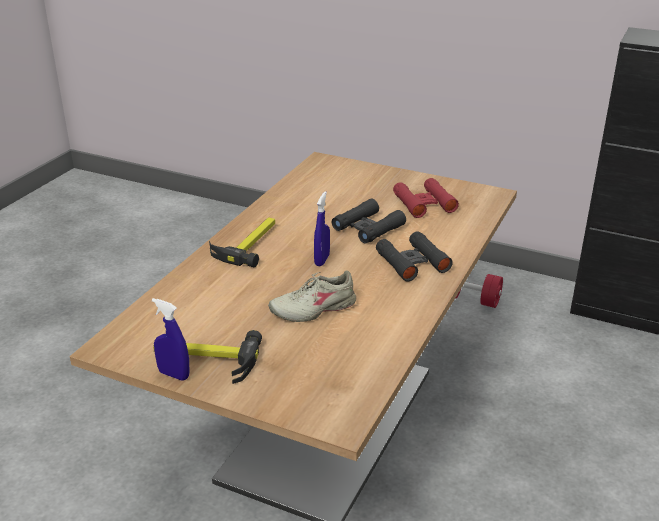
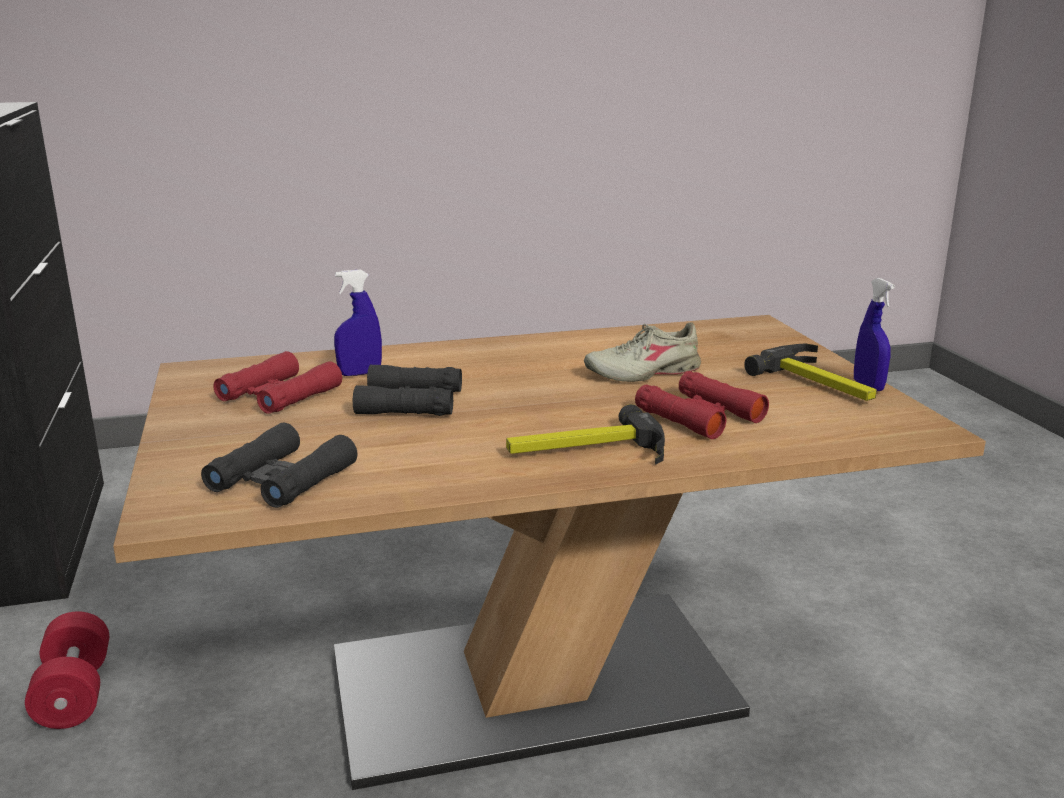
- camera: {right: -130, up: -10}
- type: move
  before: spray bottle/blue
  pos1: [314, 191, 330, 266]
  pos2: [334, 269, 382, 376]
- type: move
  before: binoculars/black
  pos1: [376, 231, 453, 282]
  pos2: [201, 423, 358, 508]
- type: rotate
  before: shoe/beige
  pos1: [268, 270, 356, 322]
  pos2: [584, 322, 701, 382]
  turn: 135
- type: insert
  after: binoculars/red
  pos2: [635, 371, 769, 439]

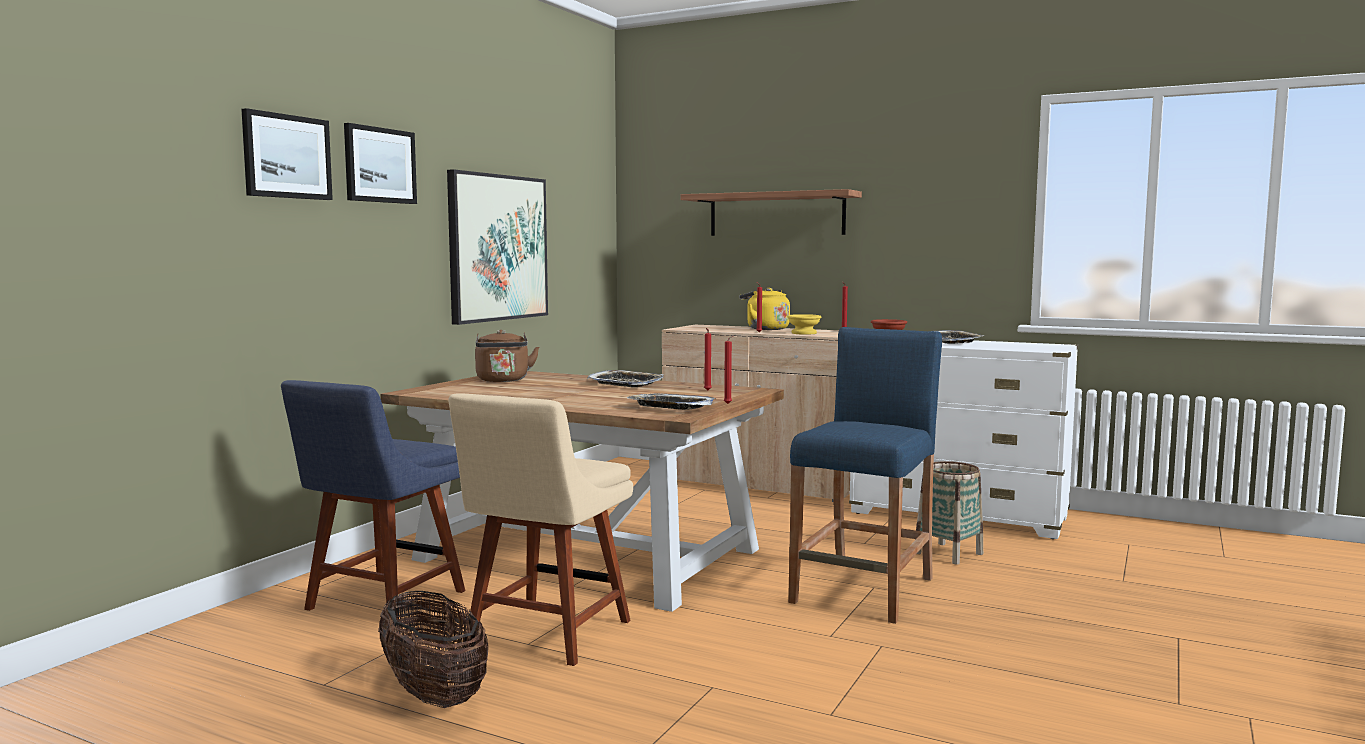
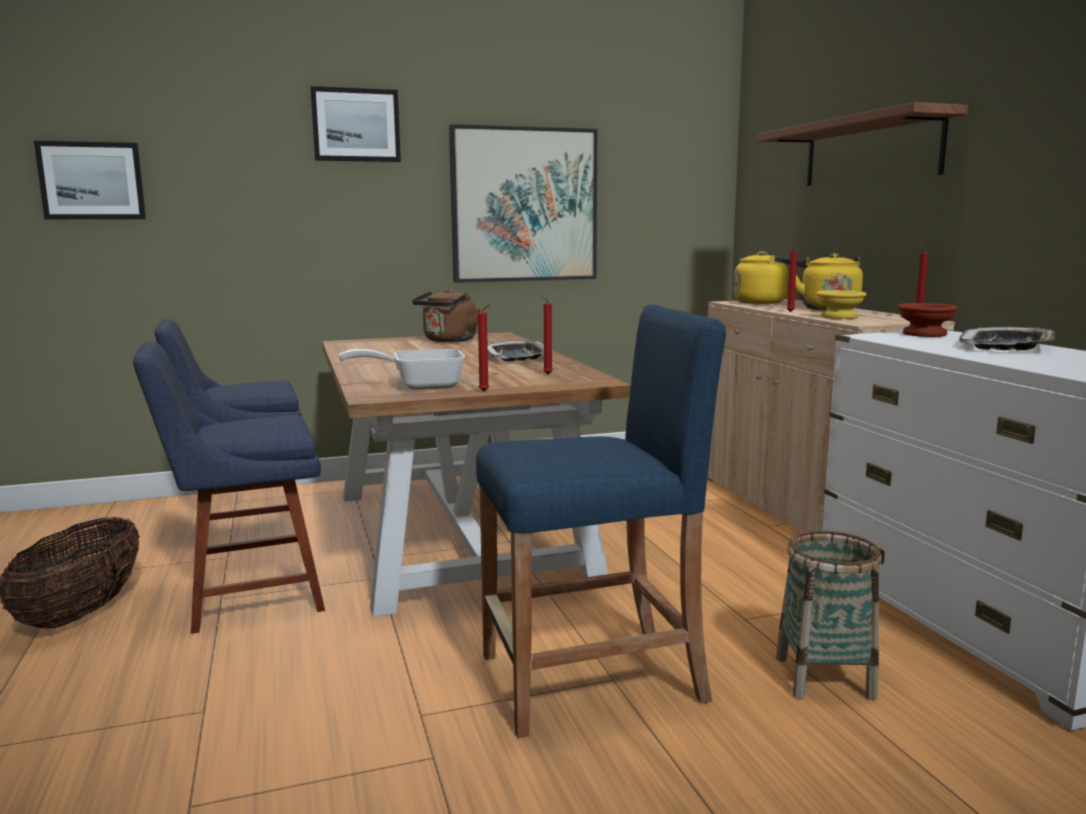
- camera: {right: 45, up: 5}
- type: move
  before: picture
  pos1: [241, 108, 333, 200]
  pos2: [34, 141, 146, 219]
- type: recolor
  before: chair/beige
  after: chair/blue
  pos1: [448, 393, 633, 666]
  pos2: [133, 341, 325, 634]
- type: replace
  before: tray
  after: frying pan
  pos1: [627, 393, 715, 410]
  pos2: [338, 349, 465, 390]
- type: insert
  after: kettle/yellow
  pos2: [734, 251, 798, 304]

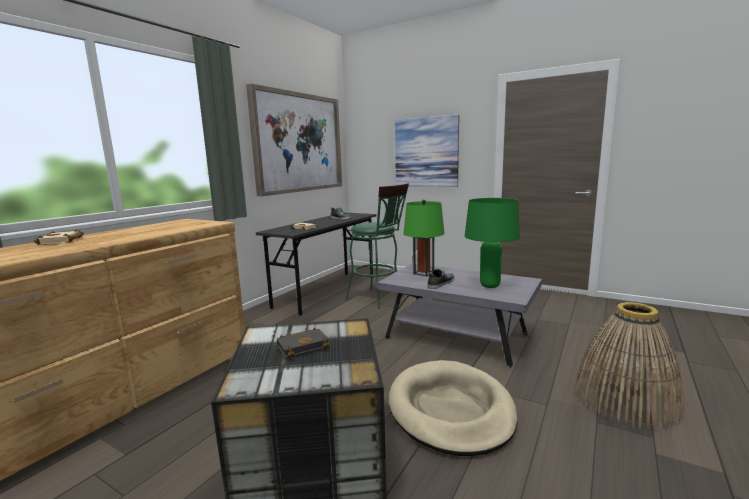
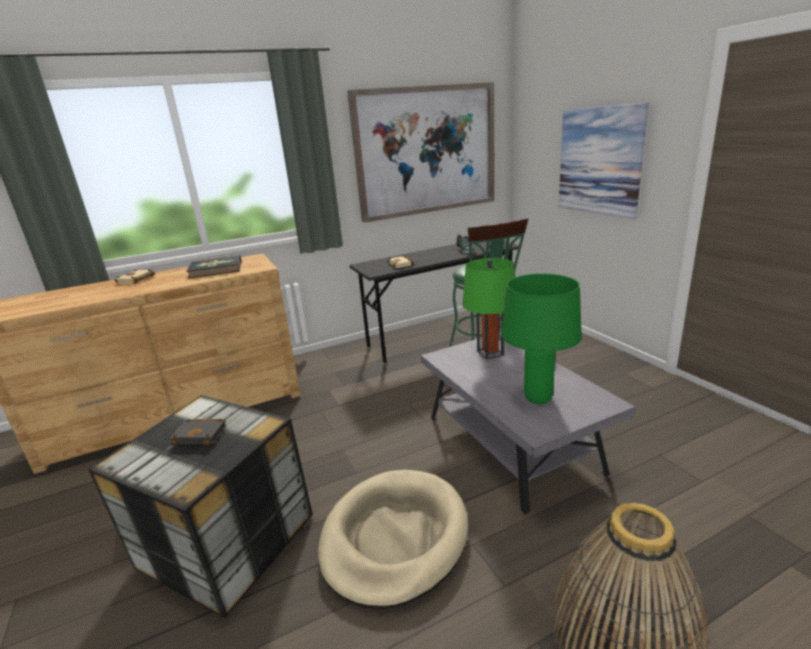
- camera: {right: 35, up: 10}
- type: delete
  before: shoe
  pos1: [428, 269, 455, 289]
- type: insert
  after: book
  pos2: [186, 255, 242, 278]

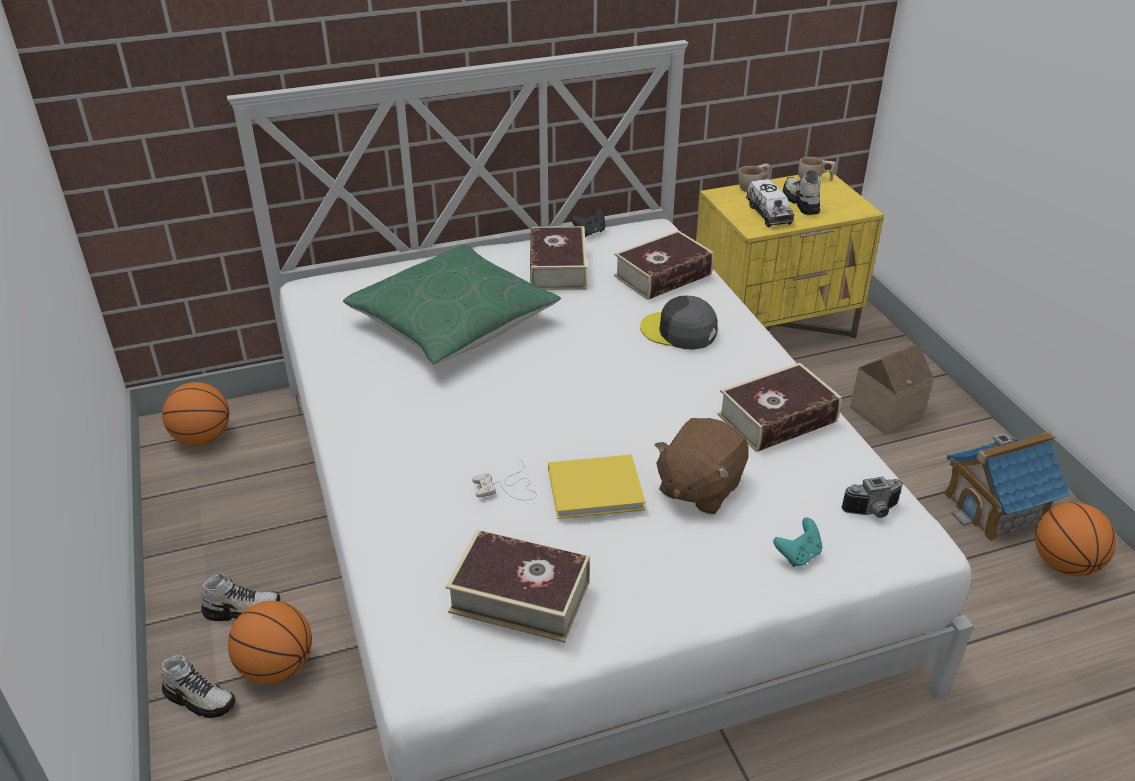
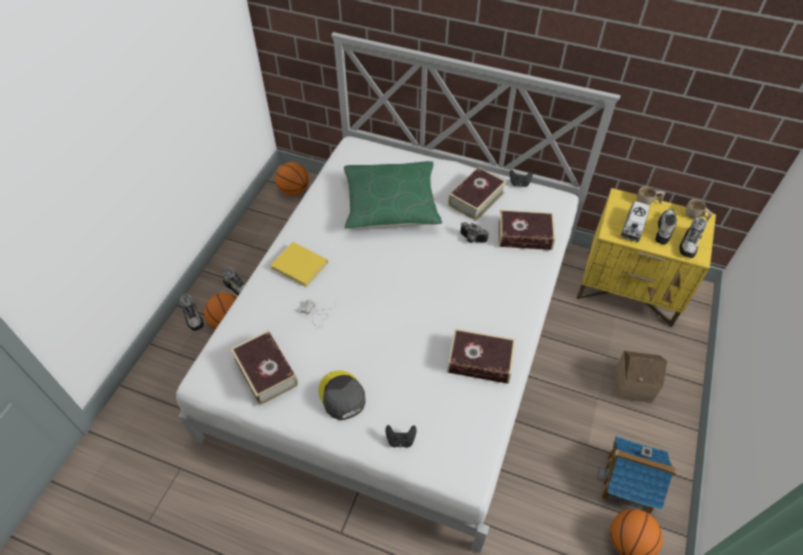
- camera: {right: 40, up: 15}
- type: move
  before: cap/grey
  pos1: [640, 295, 718, 350]
  pos2: [318, 370, 366, 420]
- type: delete
  before: plush toy/brown
  pos1: [655, 418, 749, 514]
- type: move
  before: book/yellow
  pos1: [548, 455, 646, 519]
  pos2: [270, 242, 328, 287]
- type: move
  before: photo camera
  pos1: [842, 477, 903, 518]
  pos2: [460, 222, 489, 243]
- type: recolor
  before: game controller/turquoise
  after: game controller/black
  pos1: [773, 518, 822, 567]
  pos2: [386, 425, 417, 448]
- type: insert
  after: shoe
  pos2: [679, 217, 707, 258]

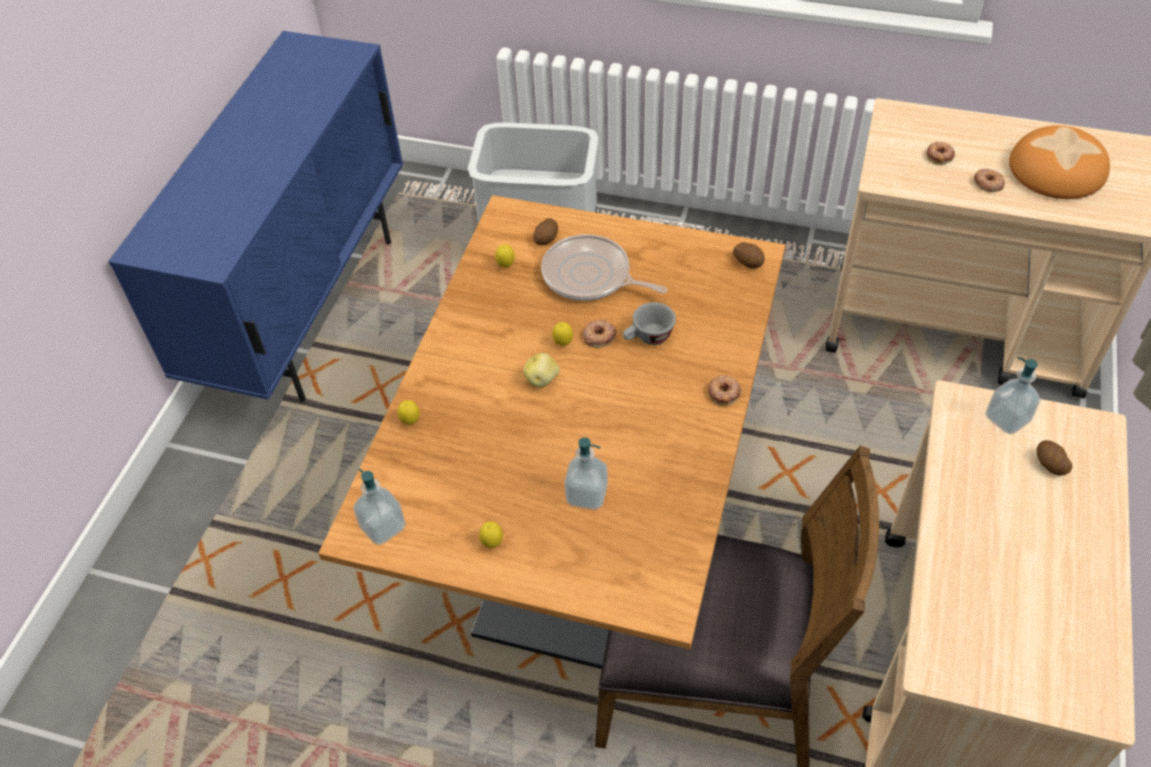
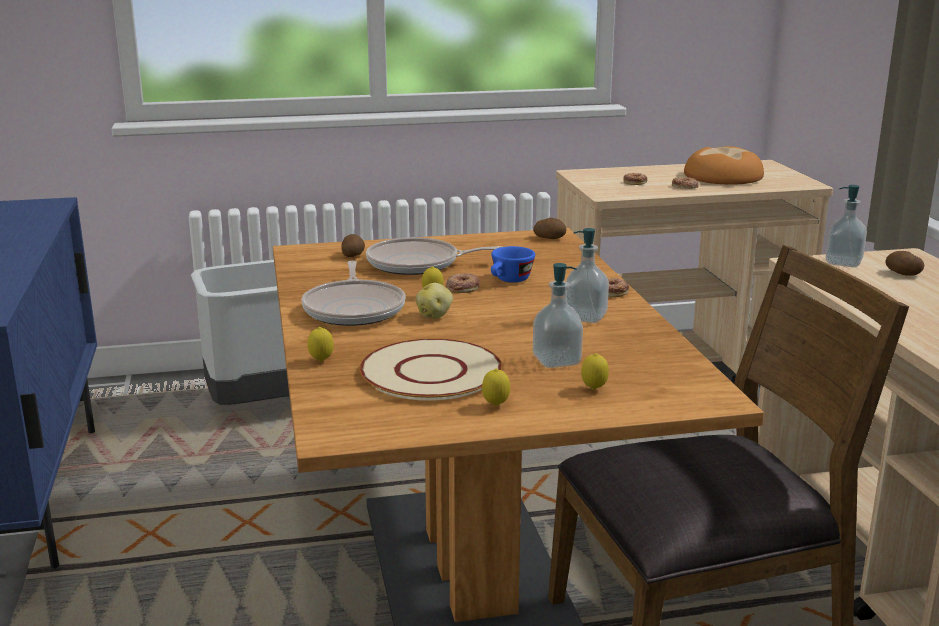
- camera: {right: -30, up: -30}
- type: move
  before: lemon
  pos1: [495, 244, 515, 267]
  pos2: [581, 353, 609, 390]
- type: recolor
  before: cup/grey
  after: cup/blue
  pos1: [623, 302, 676, 345]
  pos2: [491, 246, 535, 283]
- type: move
  before: soap dispenser
  pos1: [353, 468, 406, 545]
  pos2: [566, 228, 609, 323]
- type: insert
  after: frying pan
  pos2: [301, 261, 406, 326]
- type: insert
  after: plate/beige
  pos2: [359, 339, 502, 401]

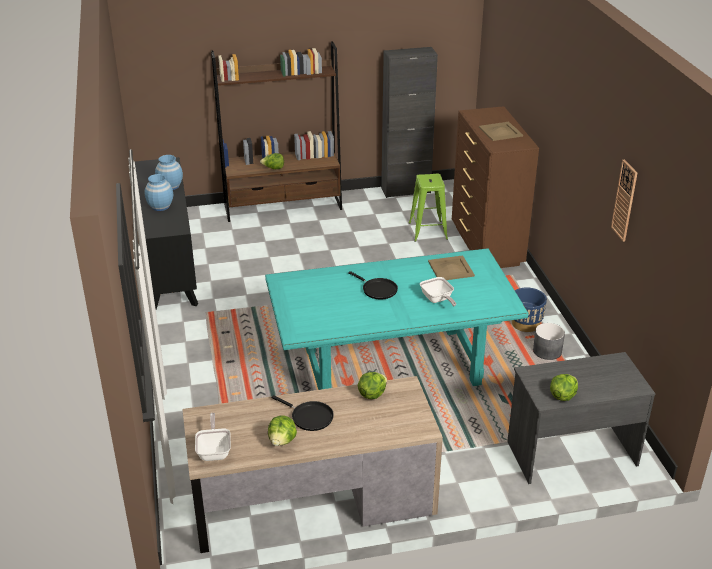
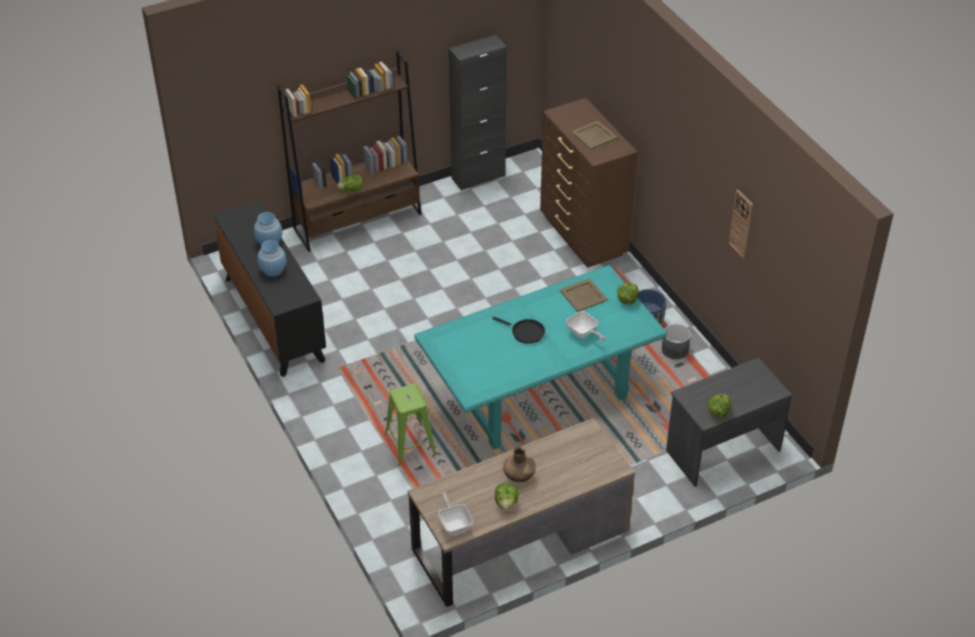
- camera: {right: -15, up: 10}
- type: move
  before: stool/green
  pos1: [409, 174, 448, 242]
  pos2: [384, 384, 437, 466]
- type: move
  before: lettuce
  pos1: [358, 372, 387, 399]
  pos2: [617, 283, 639, 305]
- type: replace
  before: frying pan/black
  after: vase/brown
  pos1: [272, 395, 334, 431]
  pos2: [503, 446, 536, 482]

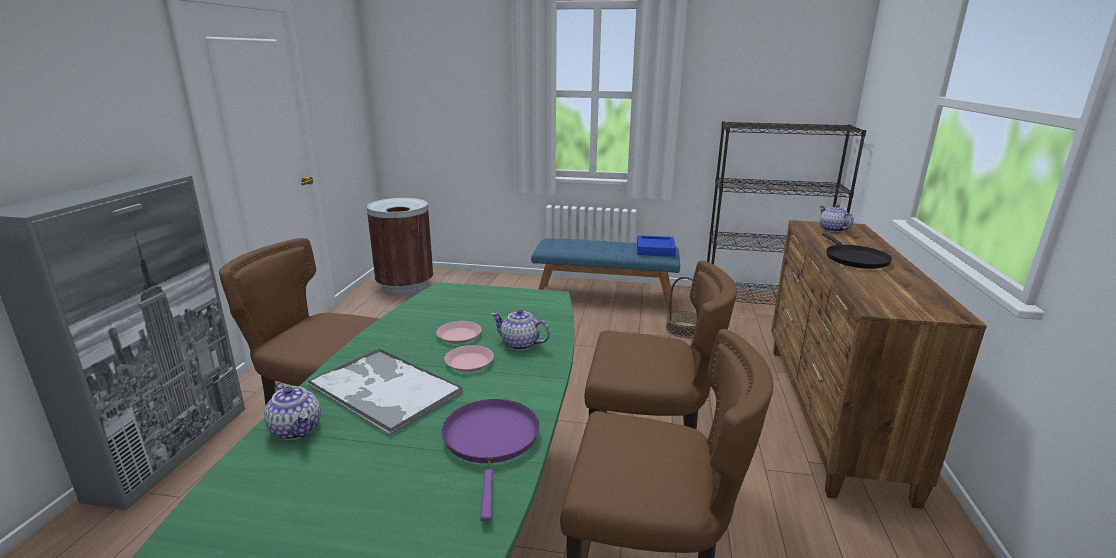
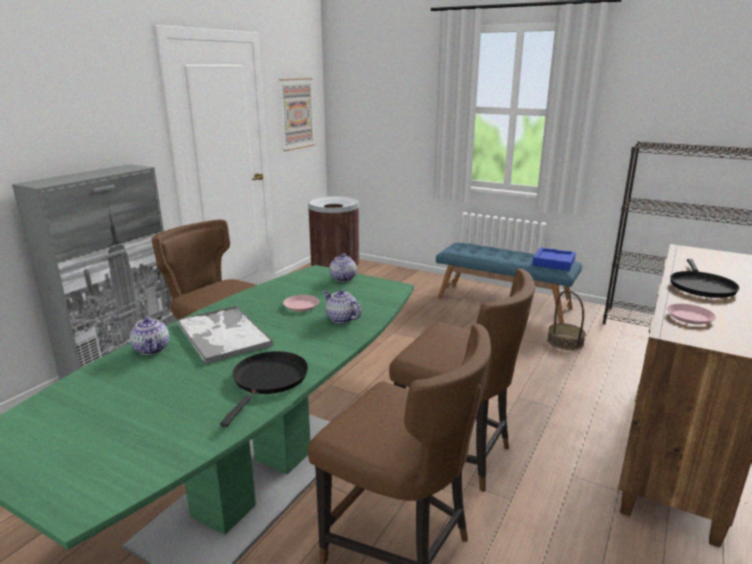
- camera: {right: 20, up: 0}
- type: move
  before: teapot
  pos1: [820, 204, 854, 232]
  pos2: [330, 254, 357, 282]
- type: move
  before: plate/pink
  pos1: [444, 345, 494, 372]
  pos2: [667, 304, 716, 324]
- type: recolor
  before: frying pan/purple
  after: frying pan/black
  pos1: [442, 399, 540, 522]
  pos2: [220, 351, 308, 427]
- type: insert
  after: picture
  pos2: [279, 78, 315, 151]

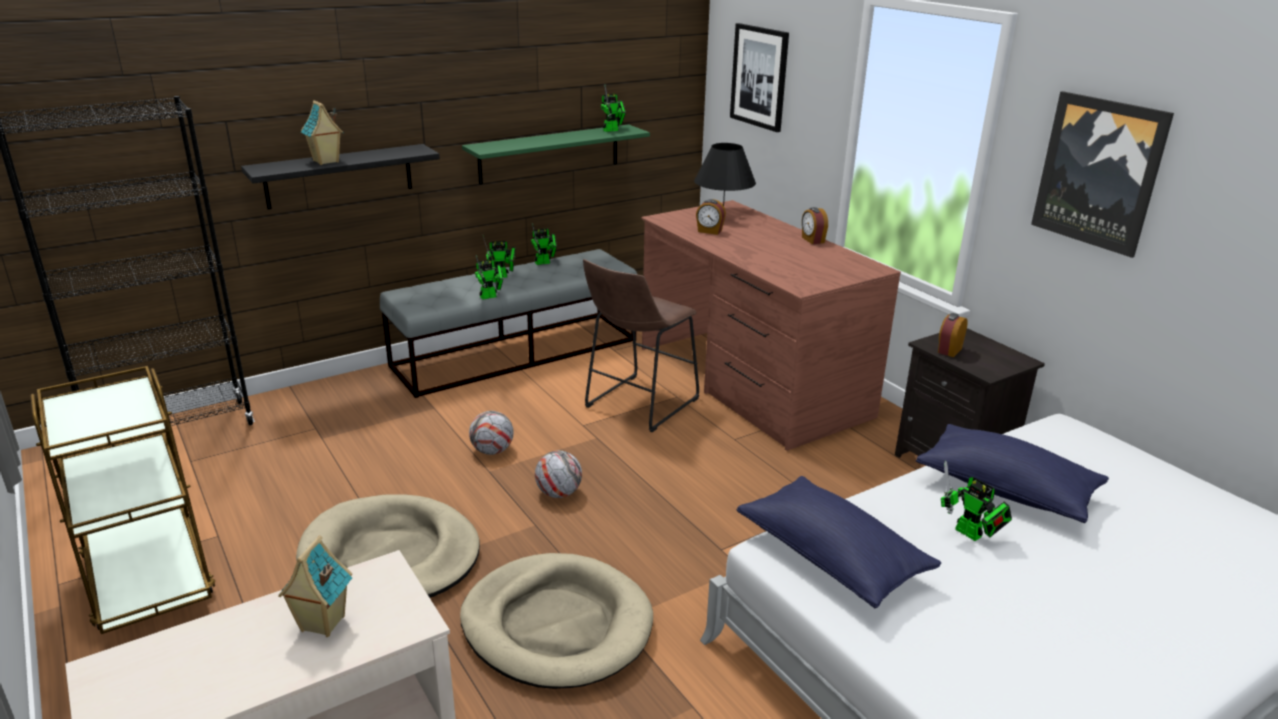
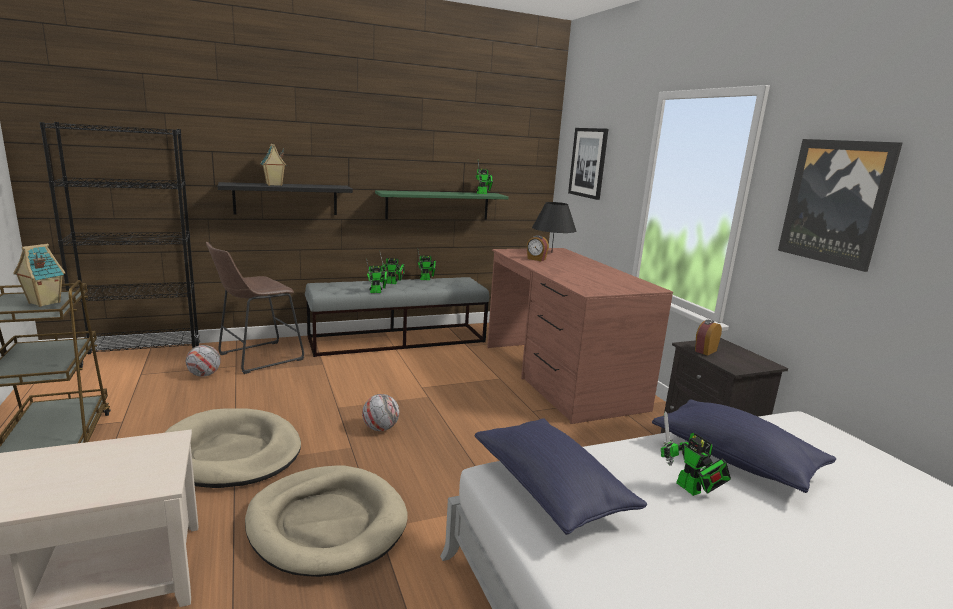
- camera: {right: 10, up: -10}
- type: delete
  before: alarm clock
  pos1: [802, 207, 828, 244]
- type: move
  before: stool/brown
  pos1: [583, 259, 699, 432]
  pos2: [206, 242, 304, 374]
- type: move
  before: football
  pos1: [469, 411, 514, 455]
  pos2: [186, 345, 221, 377]
- type: move
  before: toy house
  pos1: [278, 535, 352, 637]
  pos2: [13, 243, 65, 307]

